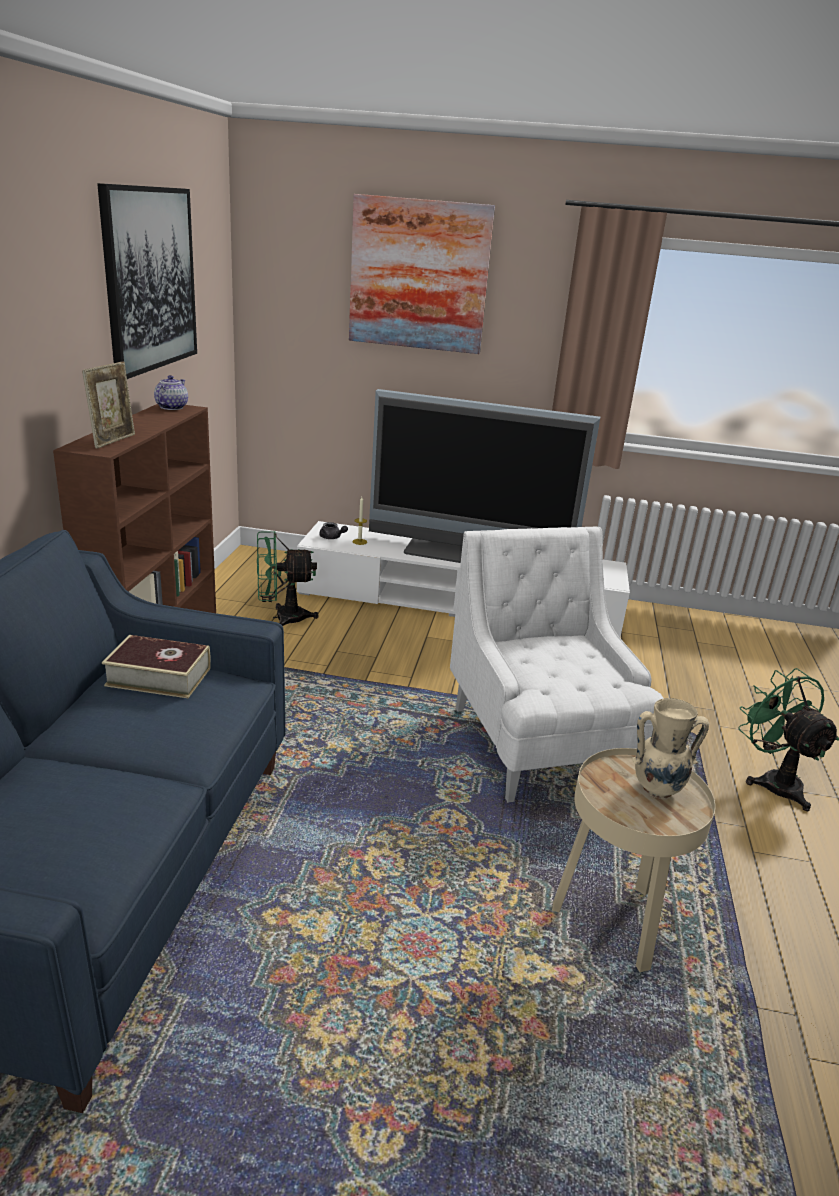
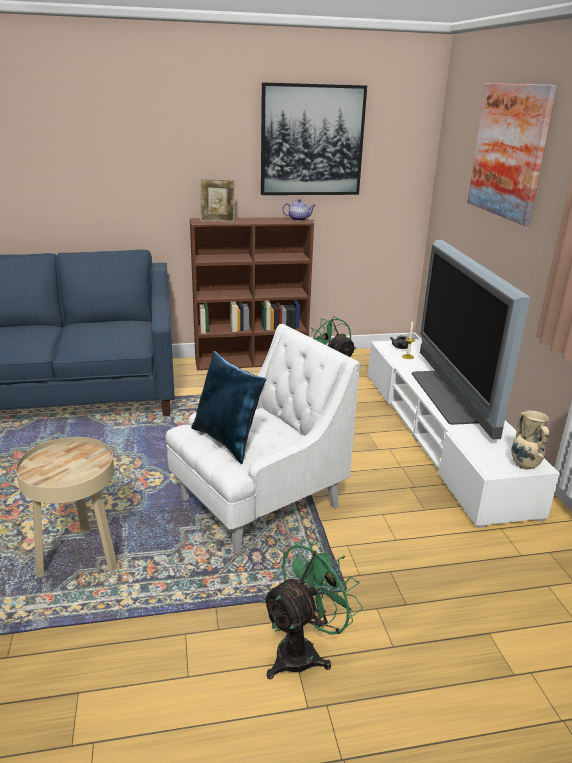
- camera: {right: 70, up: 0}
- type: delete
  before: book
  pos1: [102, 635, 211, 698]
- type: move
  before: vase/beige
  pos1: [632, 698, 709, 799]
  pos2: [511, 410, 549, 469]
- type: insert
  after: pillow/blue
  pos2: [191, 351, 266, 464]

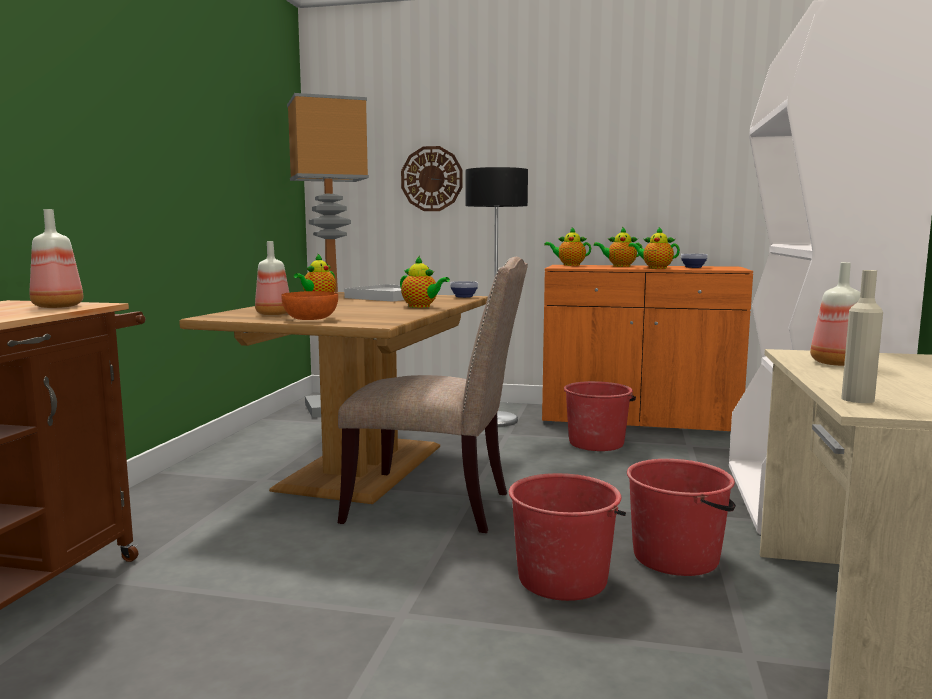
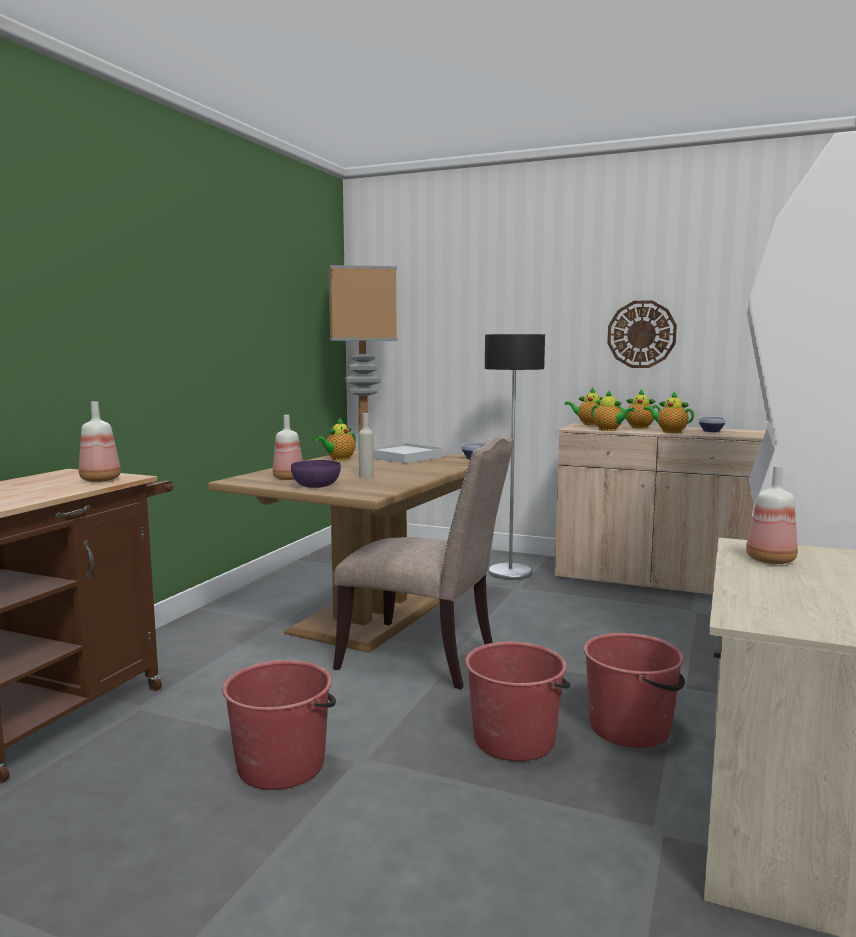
- camera: {right: 10, up: 0}
- type: move
  before: wall clock
  pos1: [401, 146, 463, 211]
  pos2: [607, 300, 677, 368]
- type: move
  before: teapot
  pos1: [400, 256, 450, 308]
  pos2: [591, 390, 635, 431]
- type: recolor
  before: cabinet/orange
  after: cabinet/beige
  pos1: [542, 265, 753, 434]
  pos2: [555, 423, 765, 595]
- type: move
  before: bottle/beige
  pos1: [841, 270, 883, 403]
  pos2: [358, 413, 374, 479]
- type: recolor
  before: bowl/orange
  after: bowl/purple
  pos1: [282, 291, 338, 320]
  pos2: [291, 460, 341, 488]
- type: move
  before: bucket/red
  pos1: [564, 381, 636, 451]
  pos2: [222, 660, 336, 790]

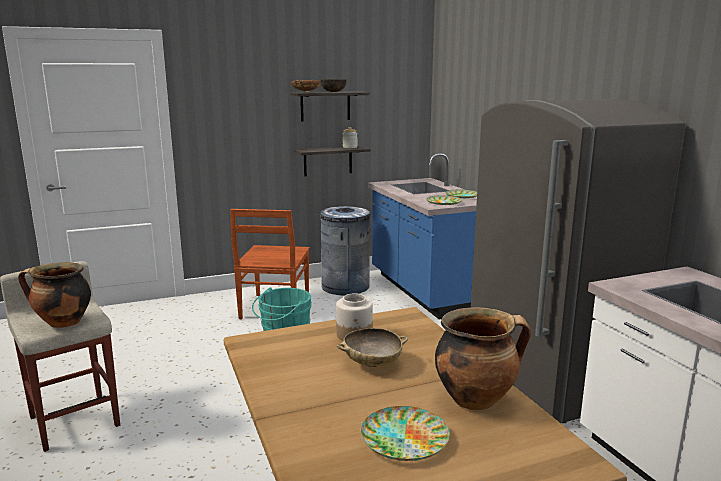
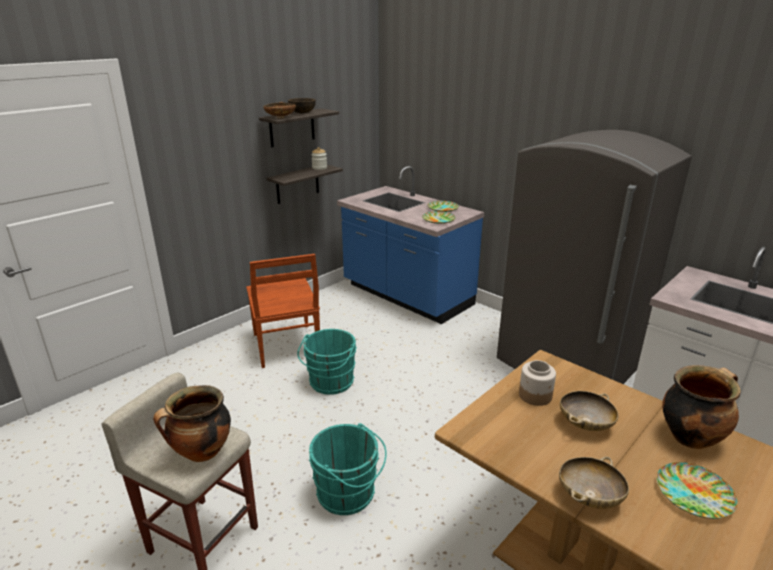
- camera: {right: -25, up: 10}
- type: delete
  before: trash can/grey
  pos1: [320, 206, 370, 295]
- type: insert
  after: bucket/turquoise
  pos2: [309, 423, 387, 515]
- type: insert
  after: bowl/beige
  pos2: [559, 457, 629, 509]

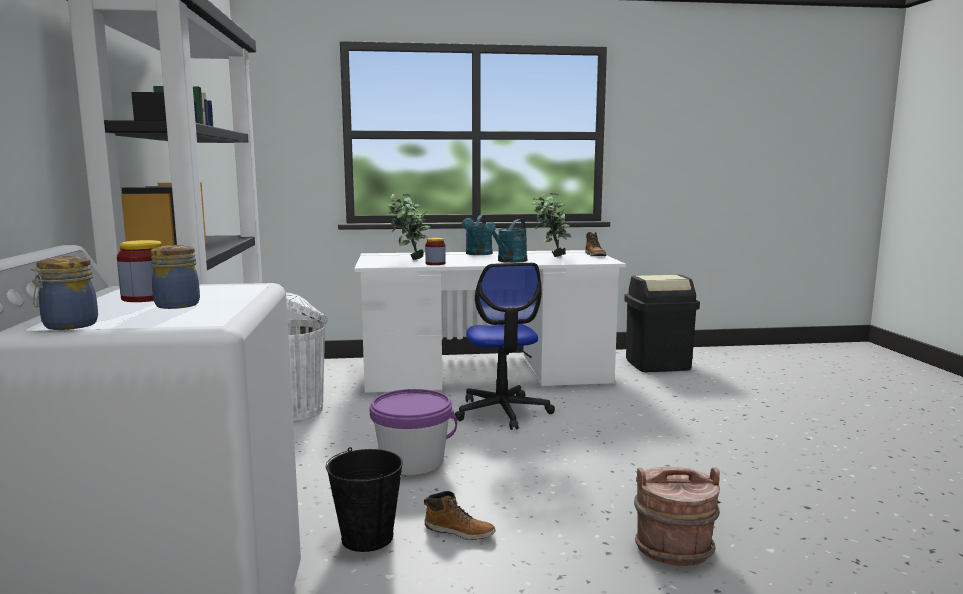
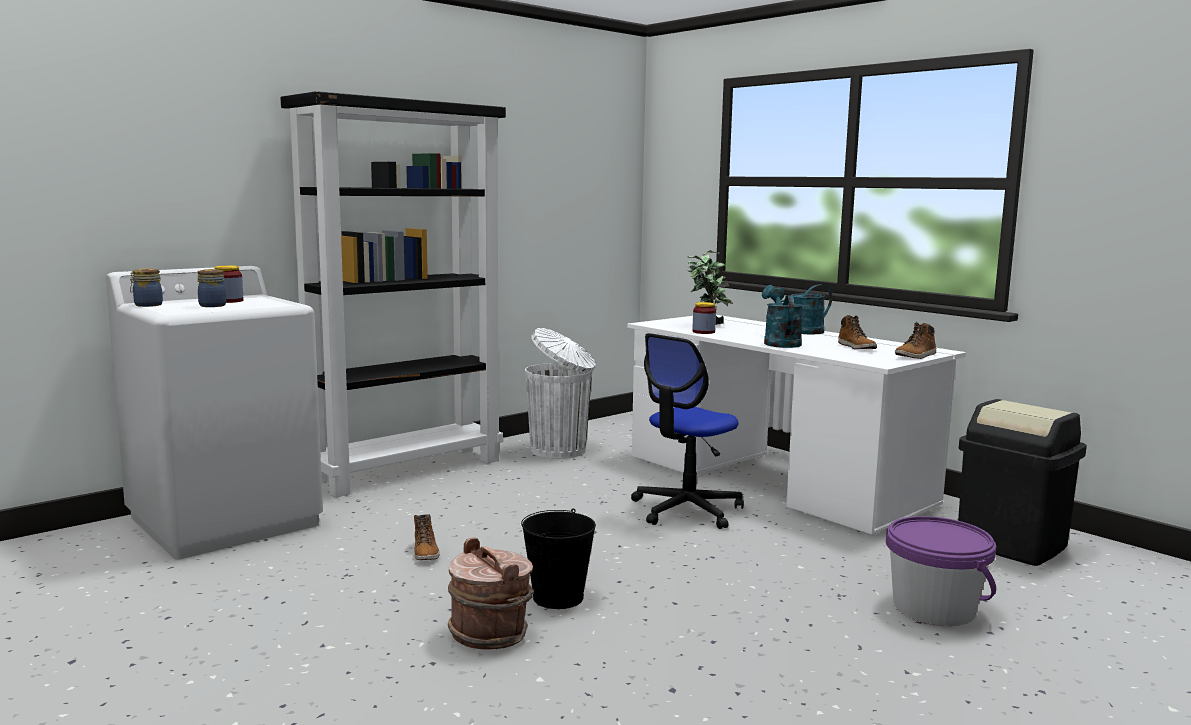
- camera: {right: 55, up: 0}
- type: replace
  before: potted plant
  after: boot
  pos1: [531, 193, 572, 257]
  pos2: [838, 315, 877, 349]
- type: rotate
  before: watering can/turquoise
  pos1: [484, 219, 527, 263]
  pos2: [764, 287, 804, 348]
  turn: 90
- type: move
  before: bucket/purple
  pos1: [369, 389, 457, 475]
  pos2: [886, 516, 996, 626]
- type: move
  before: bucket/black
  pos1: [326, 447, 403, 552]
  pos2: [521, 509, 596, 609]

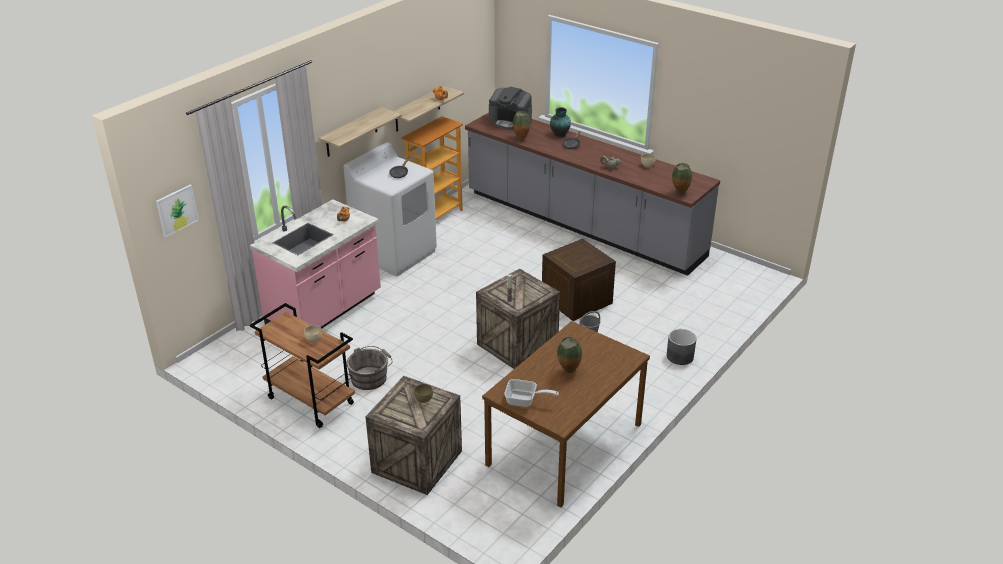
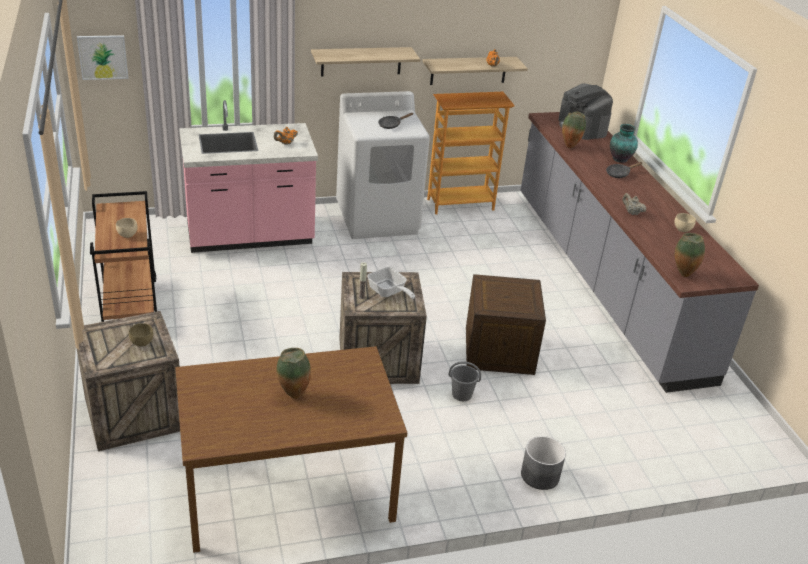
- camera: {right: 35, up: 0}
- type: delete
  before: bucket/grey
  pos1: [347, 346, 393, 390]
- type: move
  before: frying pan
  pos1: [504, 379, 559, 407]
  pos2: [367, 267, 415, 299]

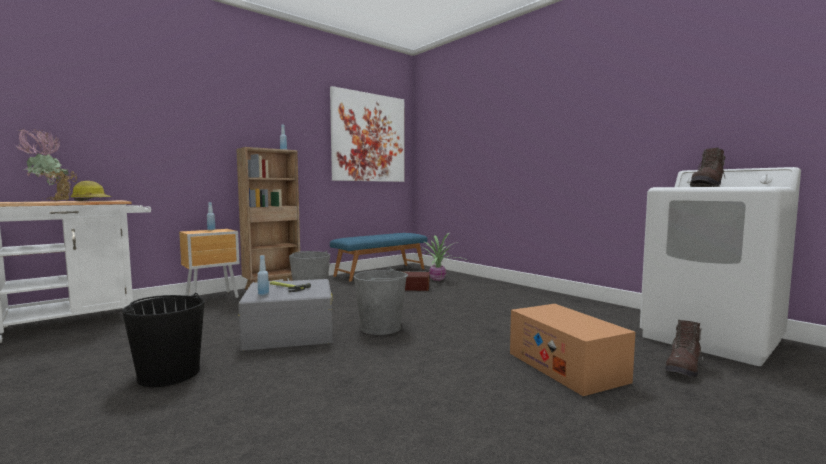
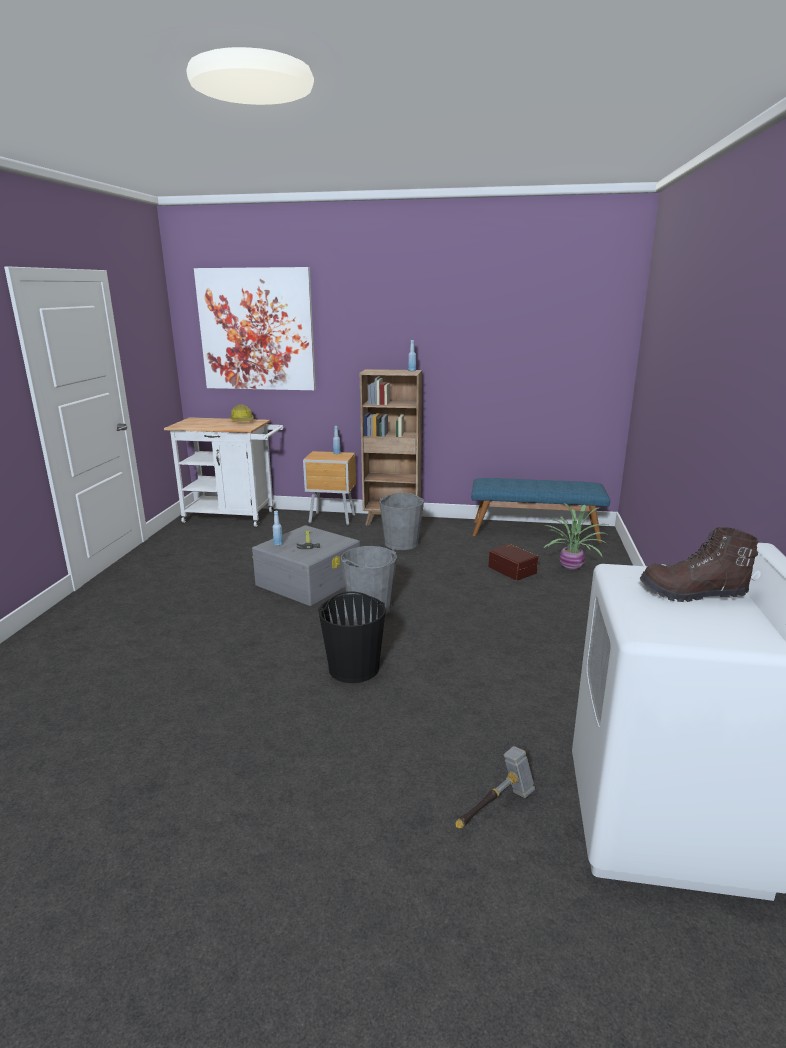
- camera: {right: 50, up: 15}
- type: move
  before: picture
  pos1: [330, 86, 405, 182]
  pos2: [194, 267, 316, 390]
- type: delete
  before: potted plant
  pos1: [14, 129, 77, 201]
- type: move
  before: bucket/black
  pos1: [122, 293, 205, 387]
  pos2: [318, 592, 386, 683]
- type: delete
  before: cardboard box
  pos1: [510, 304, 635, 396]
- type: replace
  before: boot/brown
  after: hammer
  pos1: [665, 320, 703, 378]
  pos2: [456, 746, 535, 829]

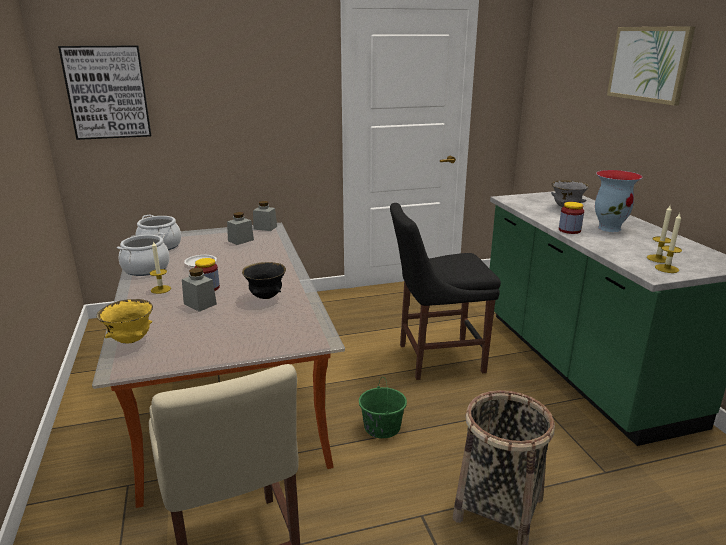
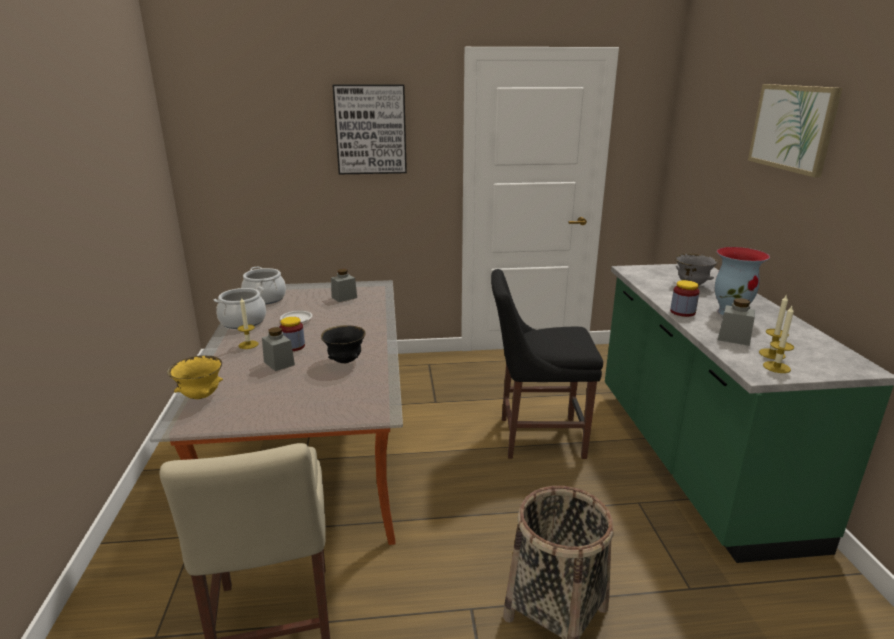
- camera: {right: 10, up: 0}
- type: move
  before: picture
  pos1: [58, 46, 151, 140]
  pos2: [332, 84, 407, 174]
- type: move
  before: jar/grey
  pos1: [253, 201, 277, 231]
  pos2: [718, 298, 755, 346]
- type: delete
  before: bucket/green
  pos1: [359, 377, 407, 438]

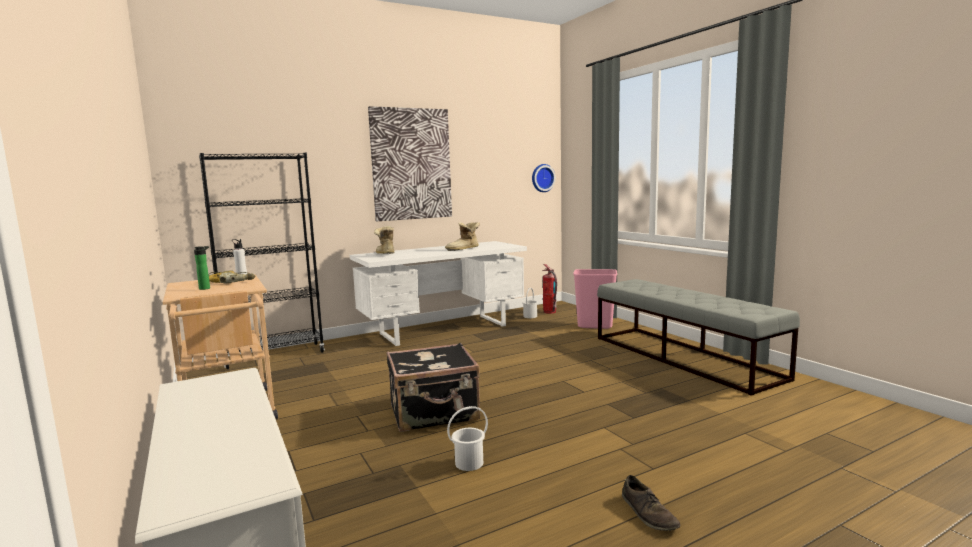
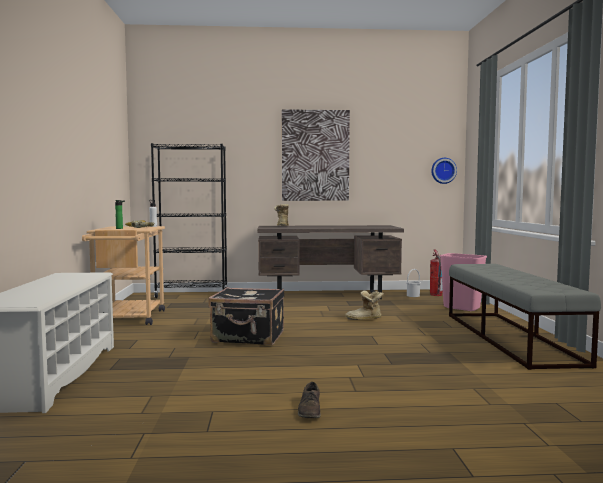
- camera: {right: 25, up: -5}
- type: move
  before: boot
  pos1: [445, 222, 480, 251]
  pos2: [345, 290, 384, 320]
- type: recolor
  before: desk/white
  after: desk/brown
  pos1: [350, 241, 527, 346]
  pos2: [257, 225, 404, 299]
- type: delete
  before: bucket/white
  pos1: [447, 406, 488, 471]

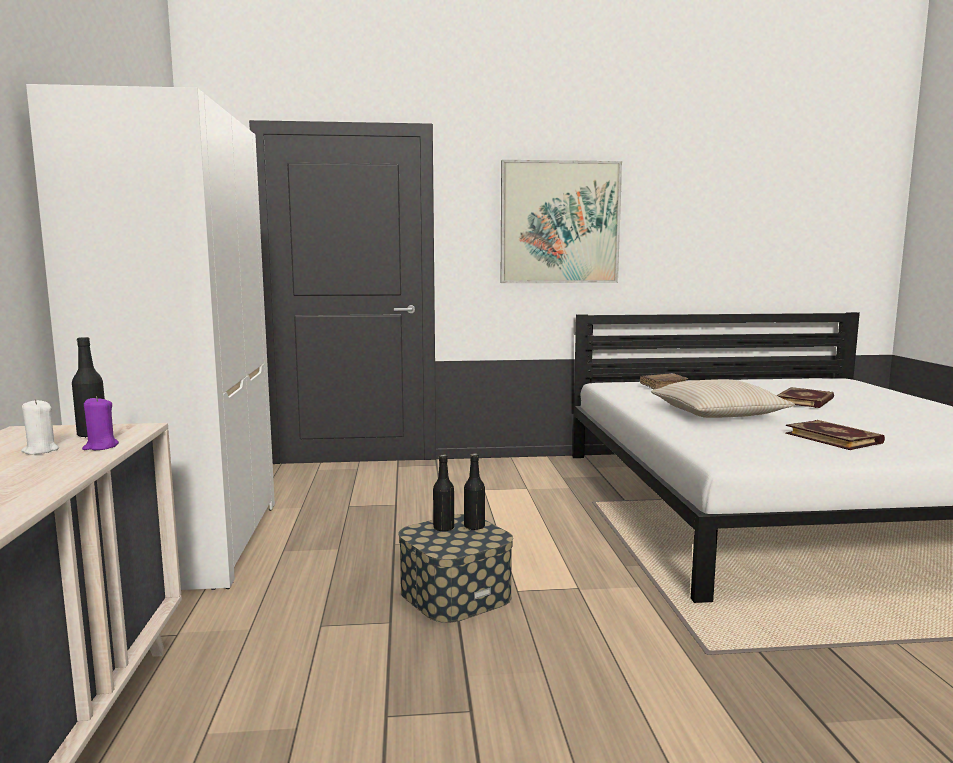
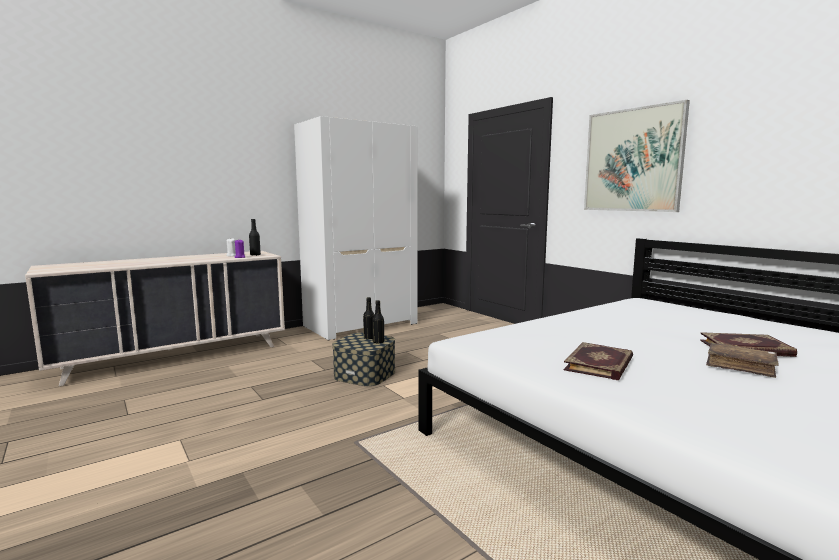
- camera: {right: 60, up: 0}
- type: move
  before: book/brown
  pos1: [640, 373, 689, 389]
  pos2: [706, 343, 779, 378]
- type: delete
  before: pillow/beige
  pos1: [651, 379, 795, 418]

